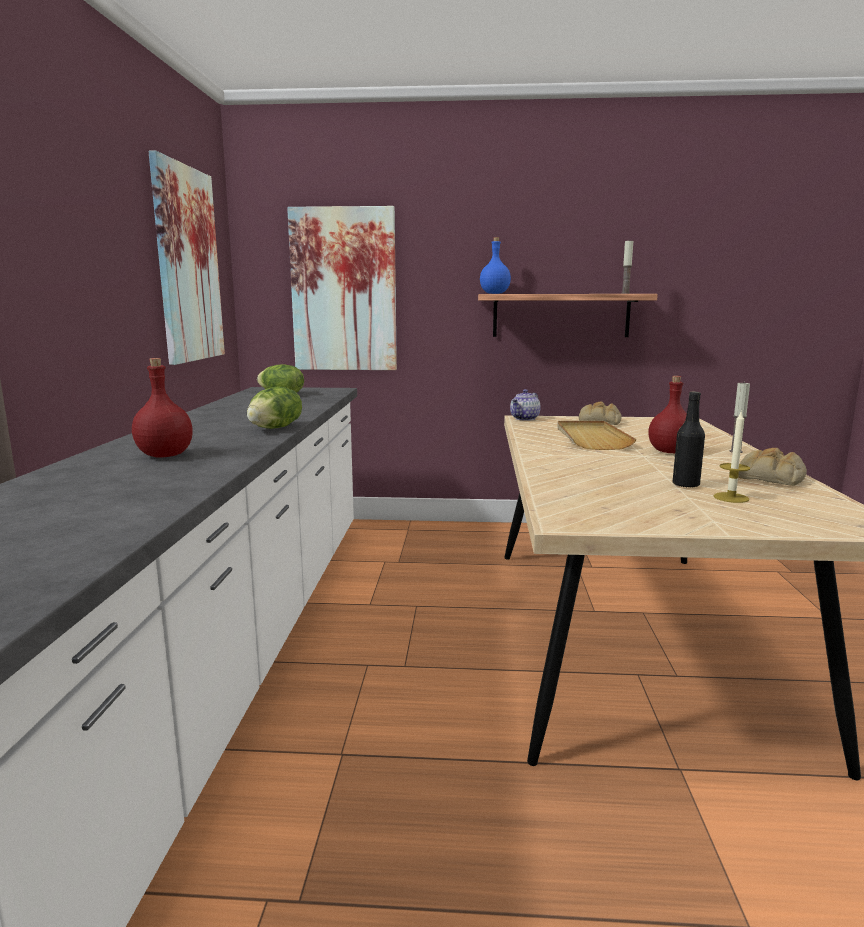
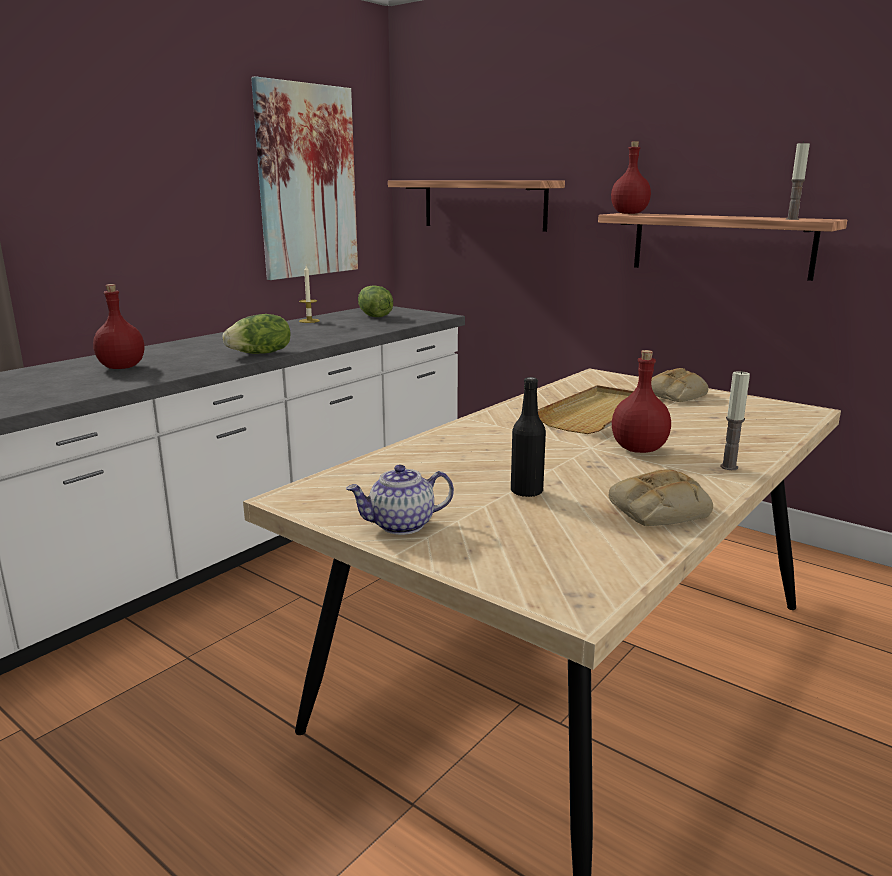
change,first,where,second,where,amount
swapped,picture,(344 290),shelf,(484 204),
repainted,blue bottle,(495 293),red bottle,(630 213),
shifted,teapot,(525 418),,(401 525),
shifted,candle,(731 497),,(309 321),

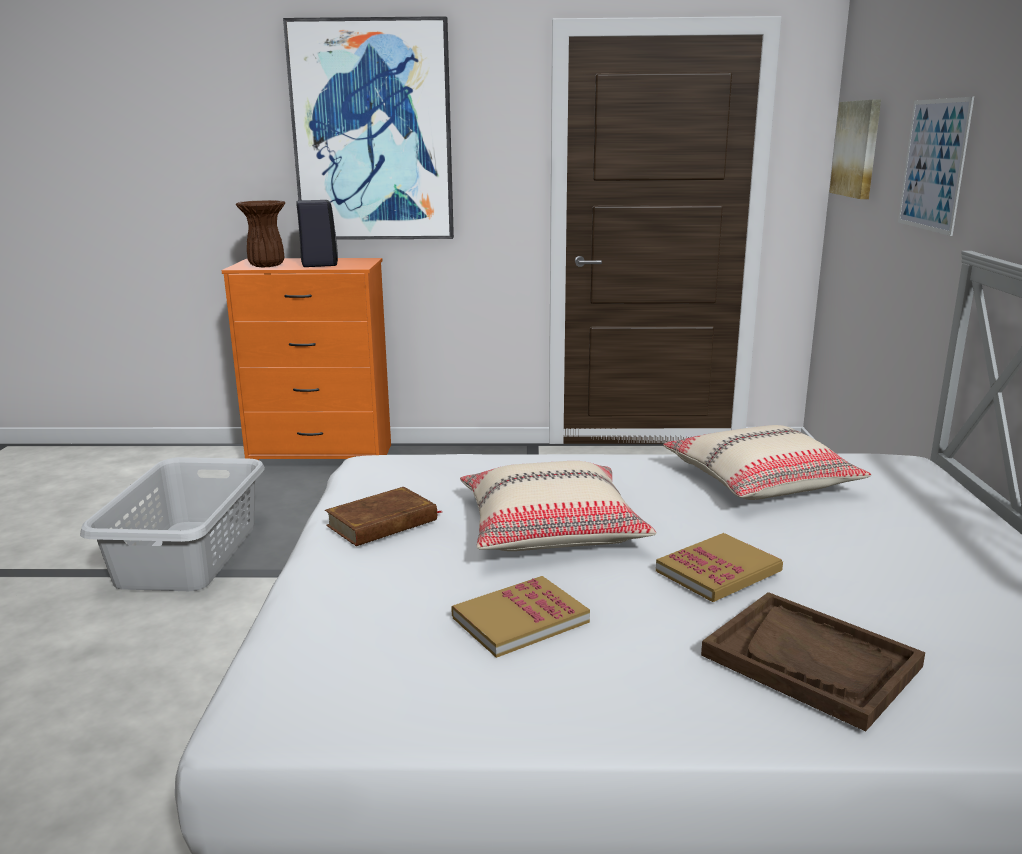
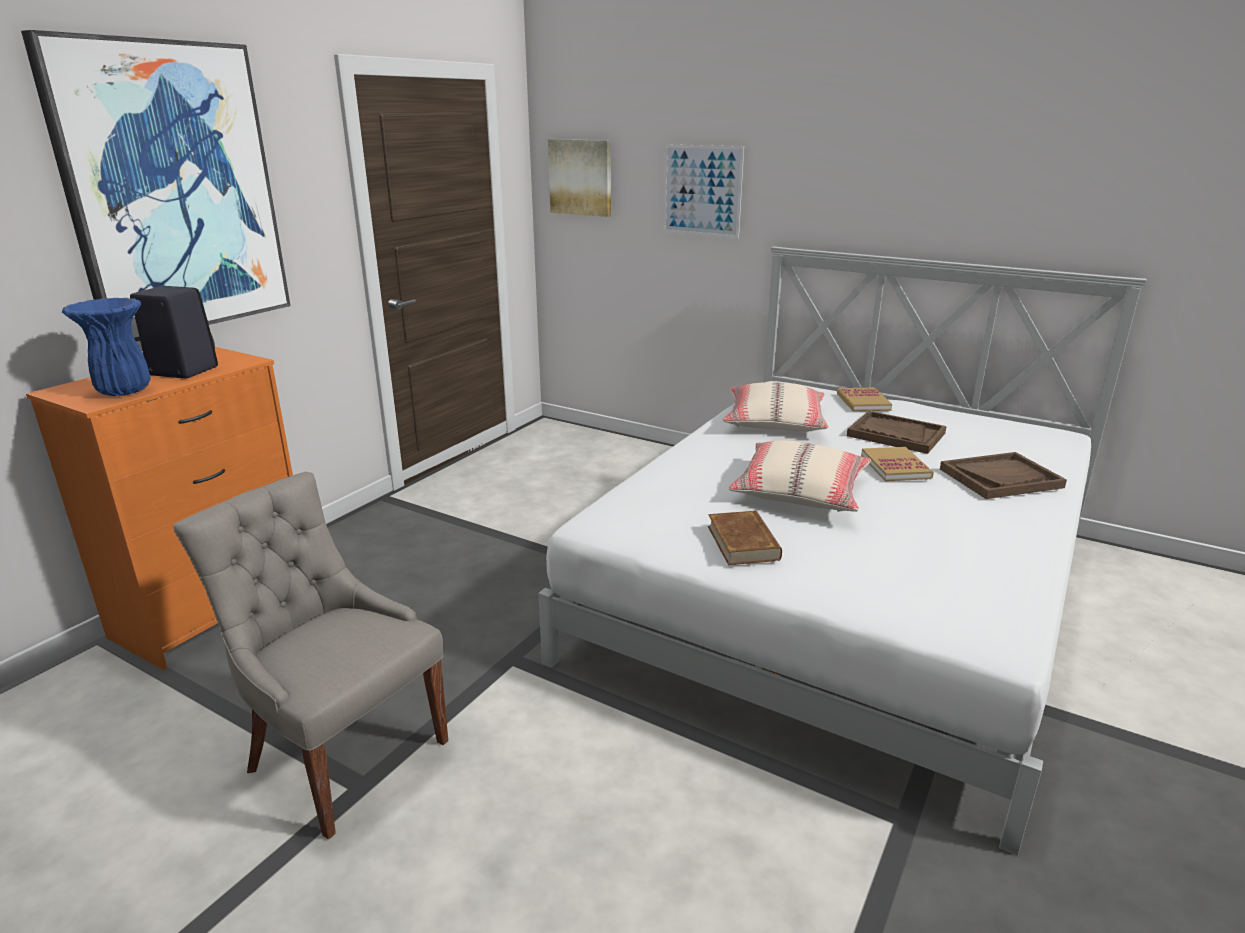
change,first,where,second,where,amount
repainted,brown vase,(267 266),blue vase,(126 391),
swapped,grey laundry basket,(190 554),grey chair,(343 755),
shifted,book,(520 620),,(863 402),
new,,,brown tray,(895 434),

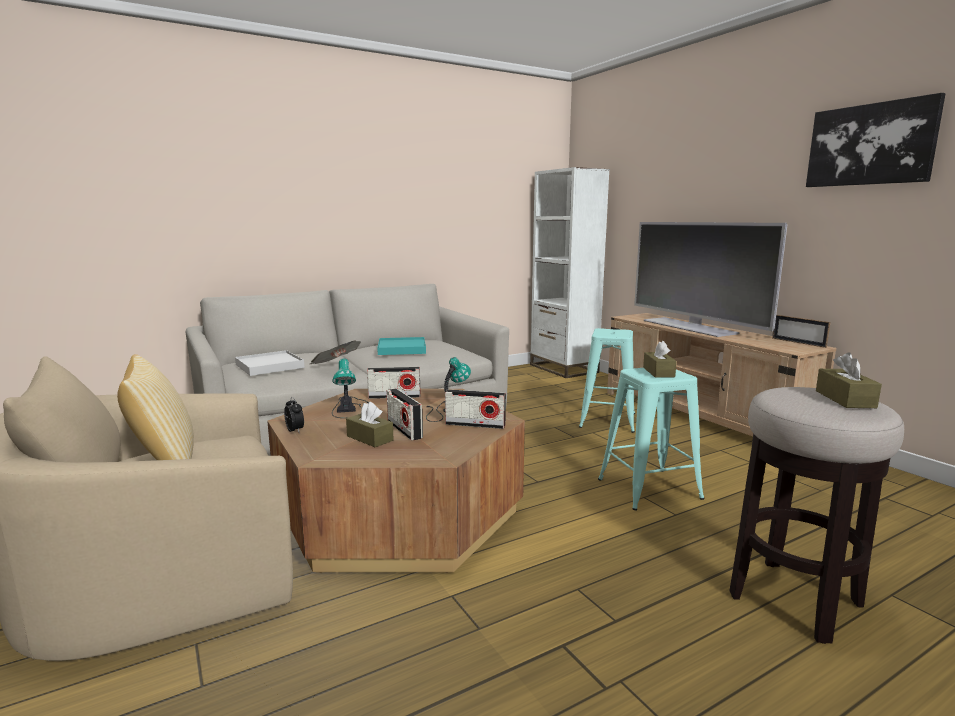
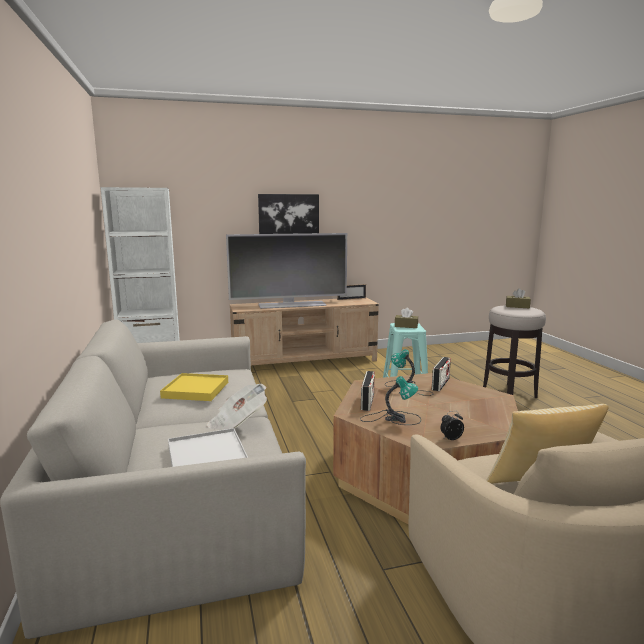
change,first,where,second,where,amount
shifted,picture,(870 144),,(288 215),
gone,turquoise stool,(607 420),,,
repainted,turquoise tray,(401 349),yellow tray,(196 390),
gone,radio,(404 430),,,
gone,brown tissue box,(370 438),,,

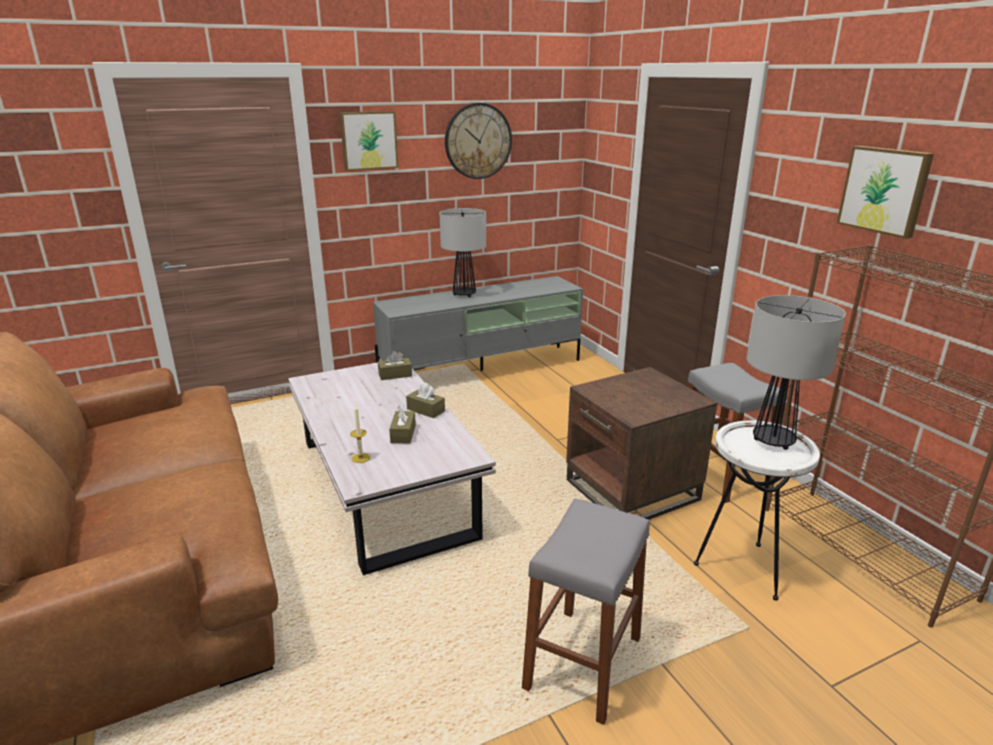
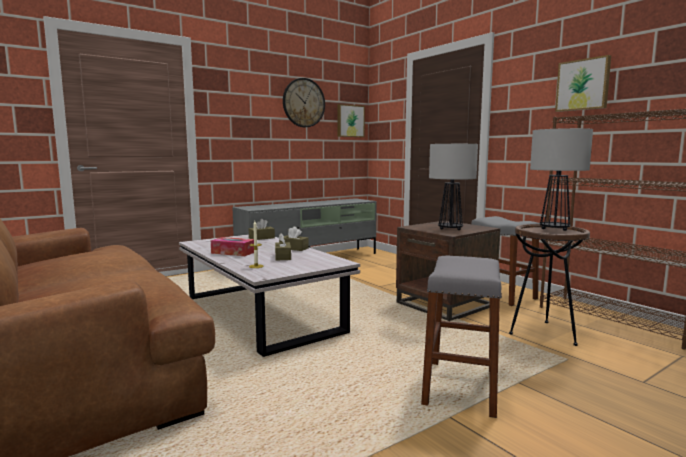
change,first,where,second,where,amount
shifted,picture,(368 140),,(350 121),
shifted,table lamp,(464 294),,(450 229),
repainted,white side table,(743 568),brown side table,(543 333),
new,,,tissue box,(233 252),

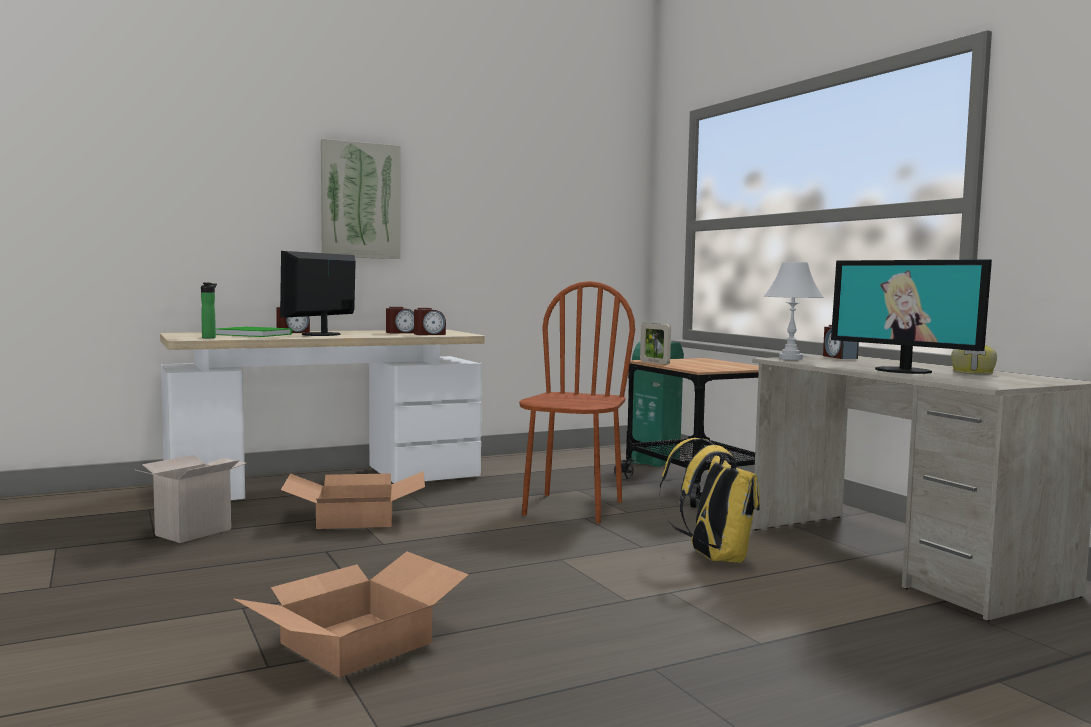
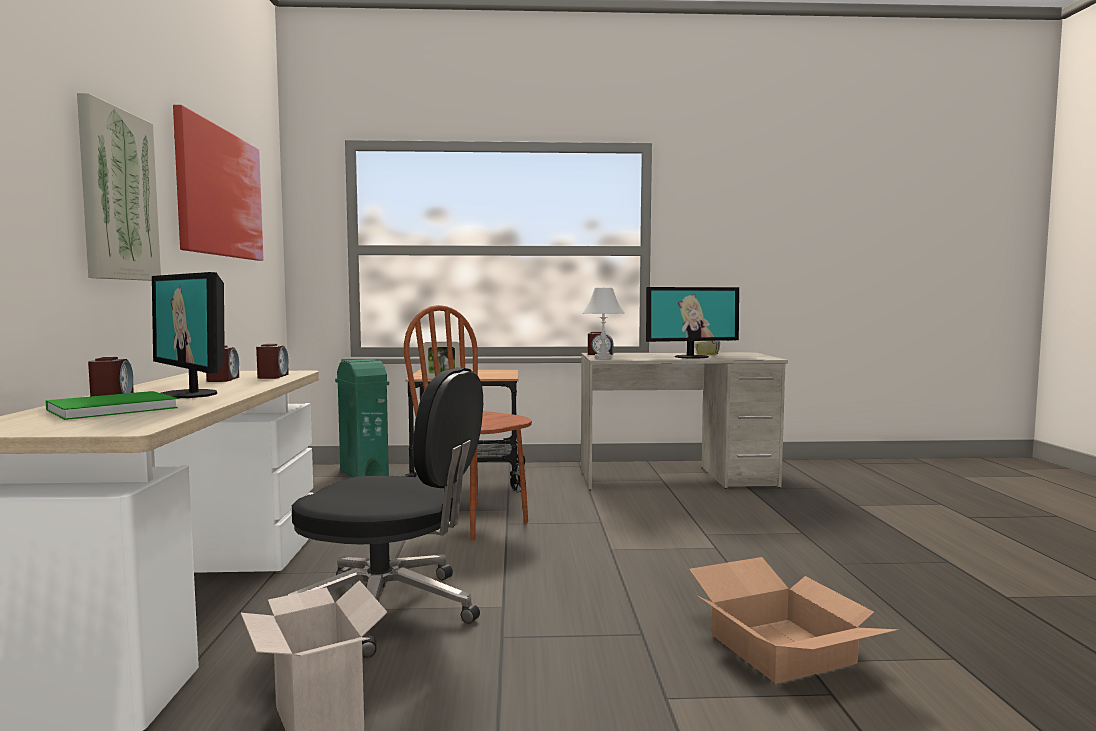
change,first,where,second,where,amount
gone,bottle,(209 337),,,
gone,yellow backpack,(712 557),,,
swapped,cardboard box,(354 518),black office chair,(388 609),
new,,,picture,(219 193),

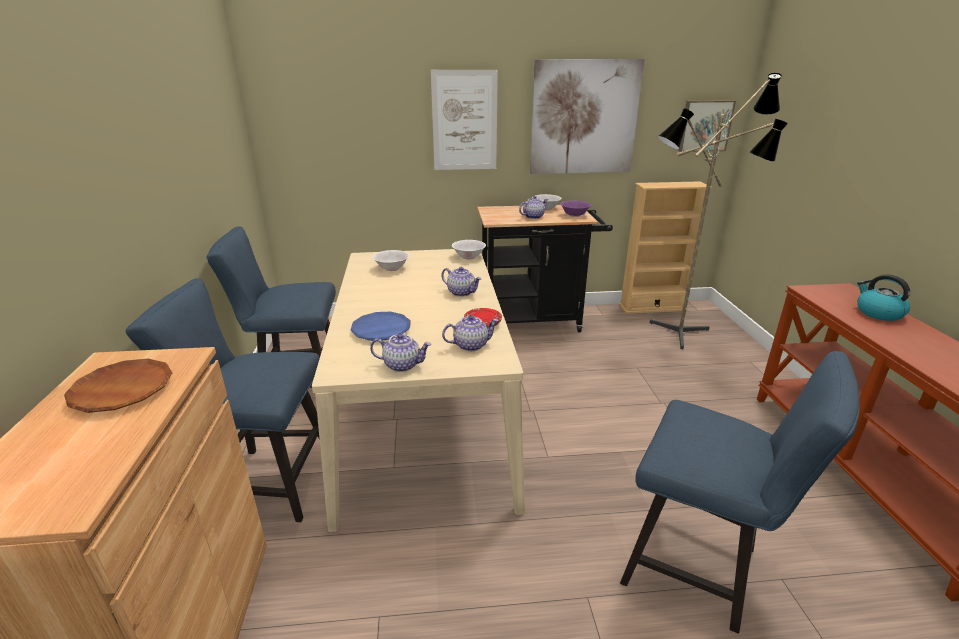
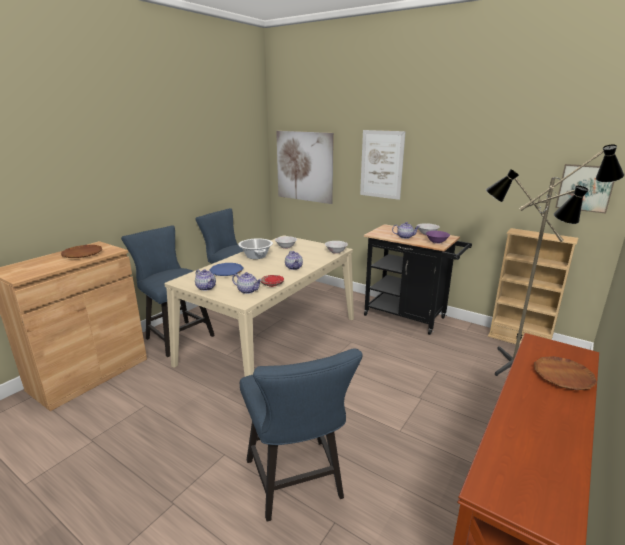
change,first,where,second,where,amount
shifted,picture,(584 118),,(304 166),
swapped,kettle,(878 313),brown plate,(563 376),
new,,,cooking pot,(256 256),

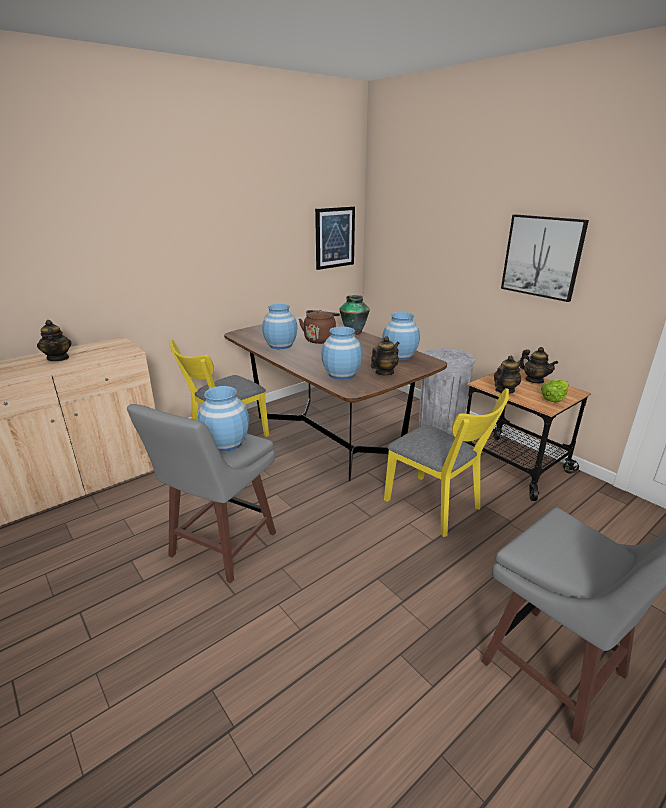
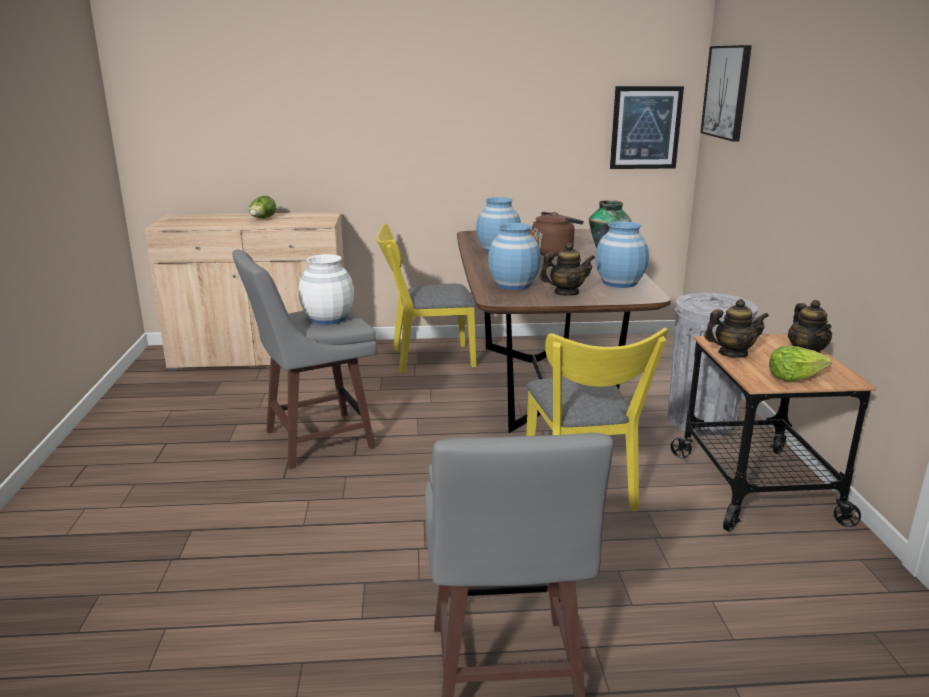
change,first,where,second,where,amount
shifted,picture,(542 257),,(727 92),
swapped,teapot,(58 358),lettuce,(262 219),
repainted,blue vase,(226 443),white vase,(328 319),

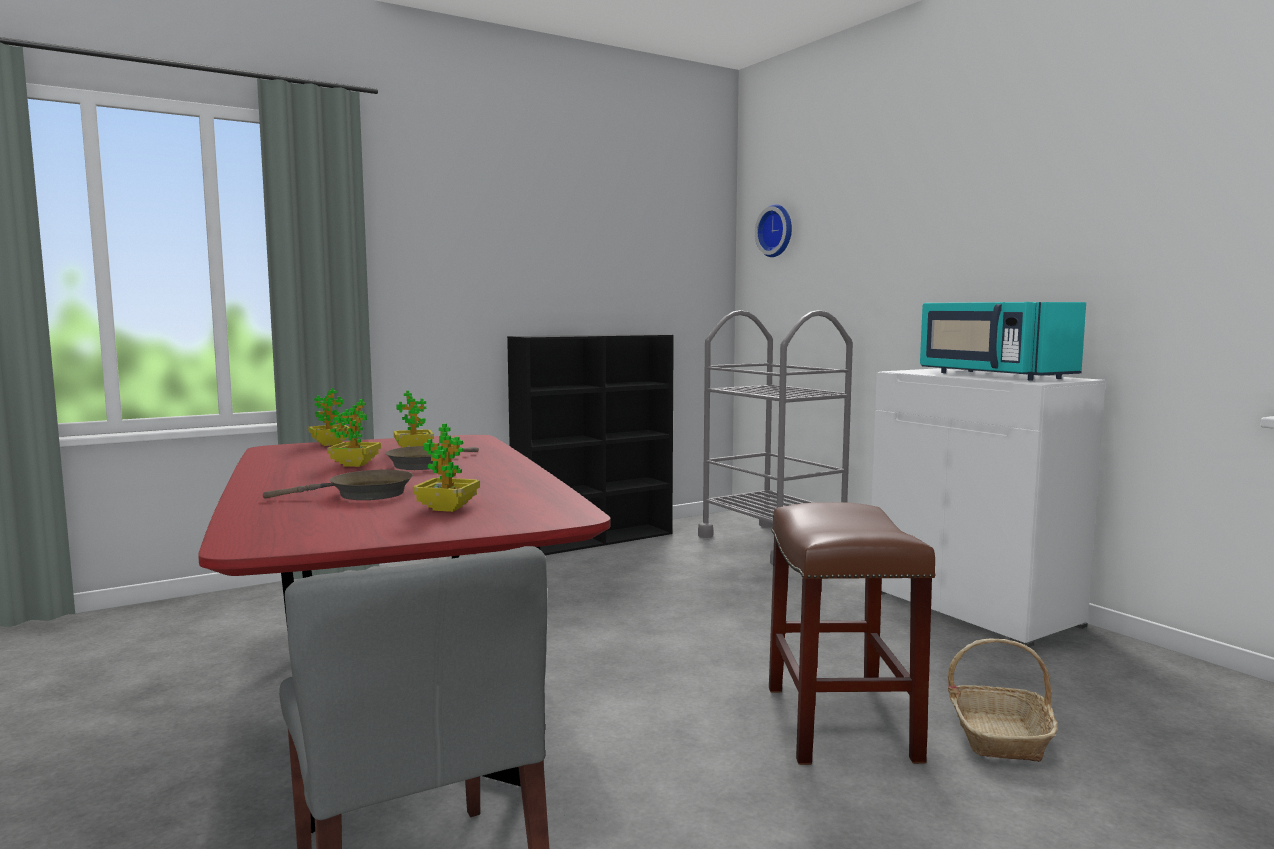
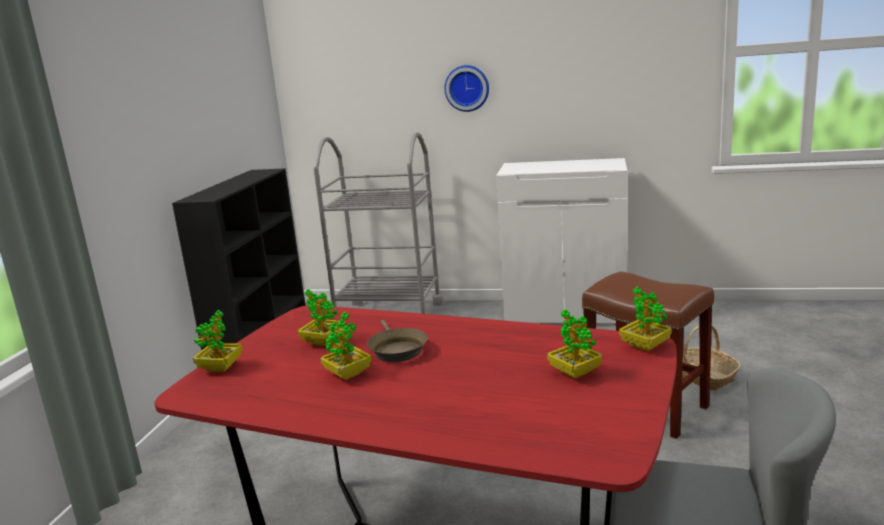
change,first,where,second,where,amount
shifted,wall clock,(777 231),,(467 88),
gone,turquoise microwave,(992 375),,,
gone,brown frying pan,(363 494),,,
new,,,potted plant,(645 346),

